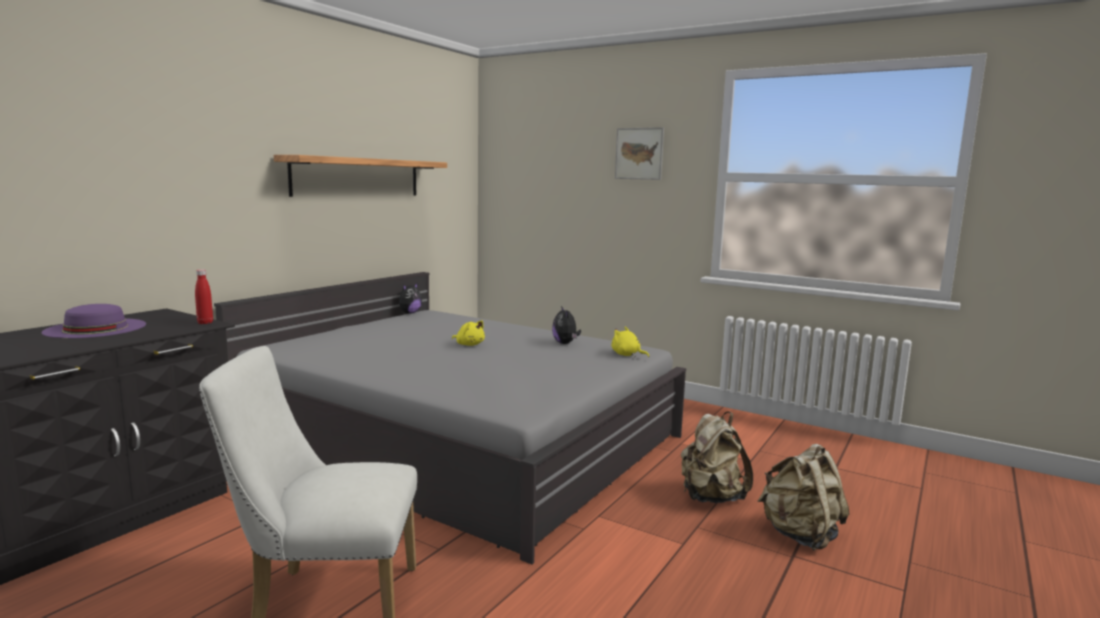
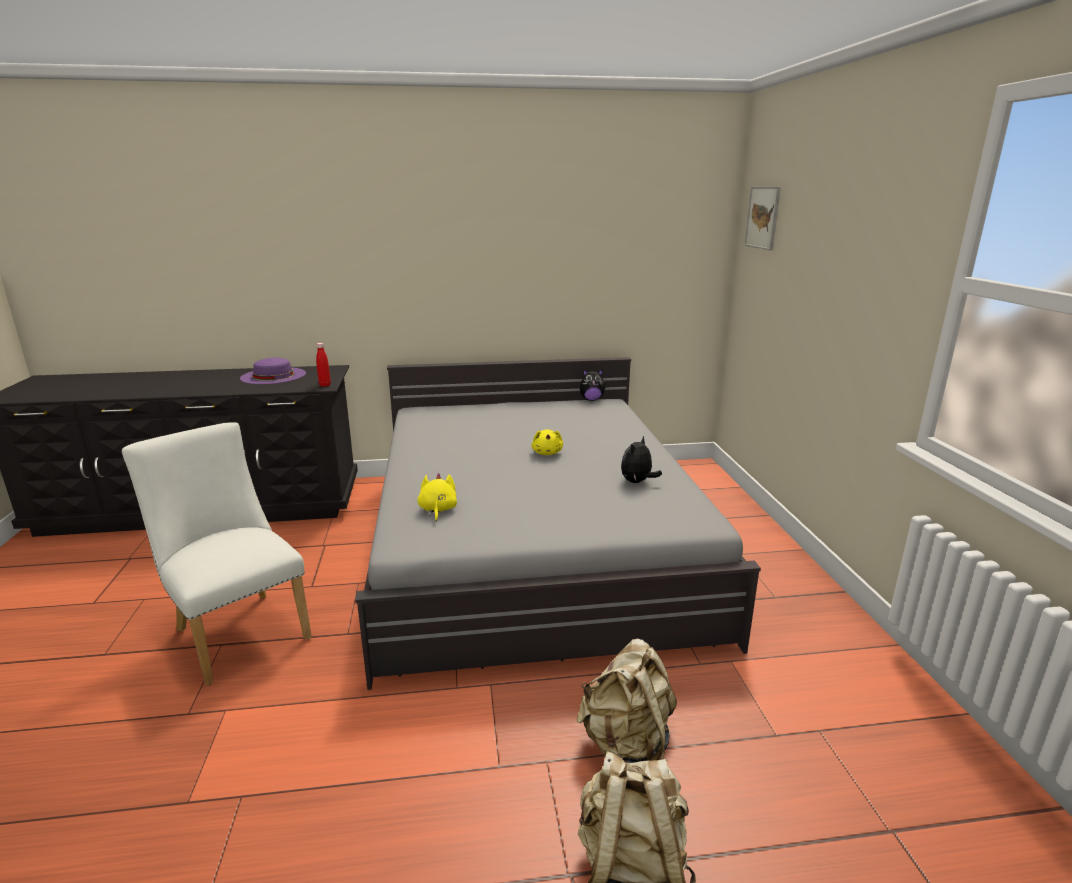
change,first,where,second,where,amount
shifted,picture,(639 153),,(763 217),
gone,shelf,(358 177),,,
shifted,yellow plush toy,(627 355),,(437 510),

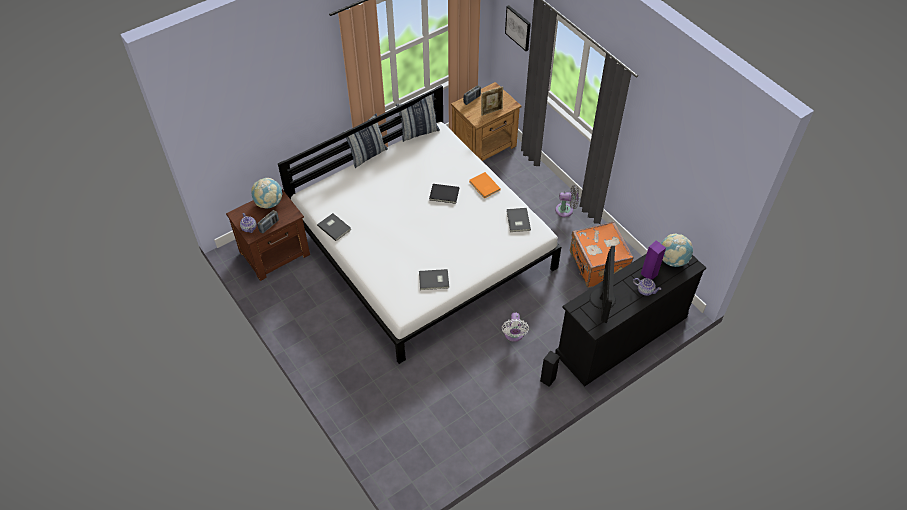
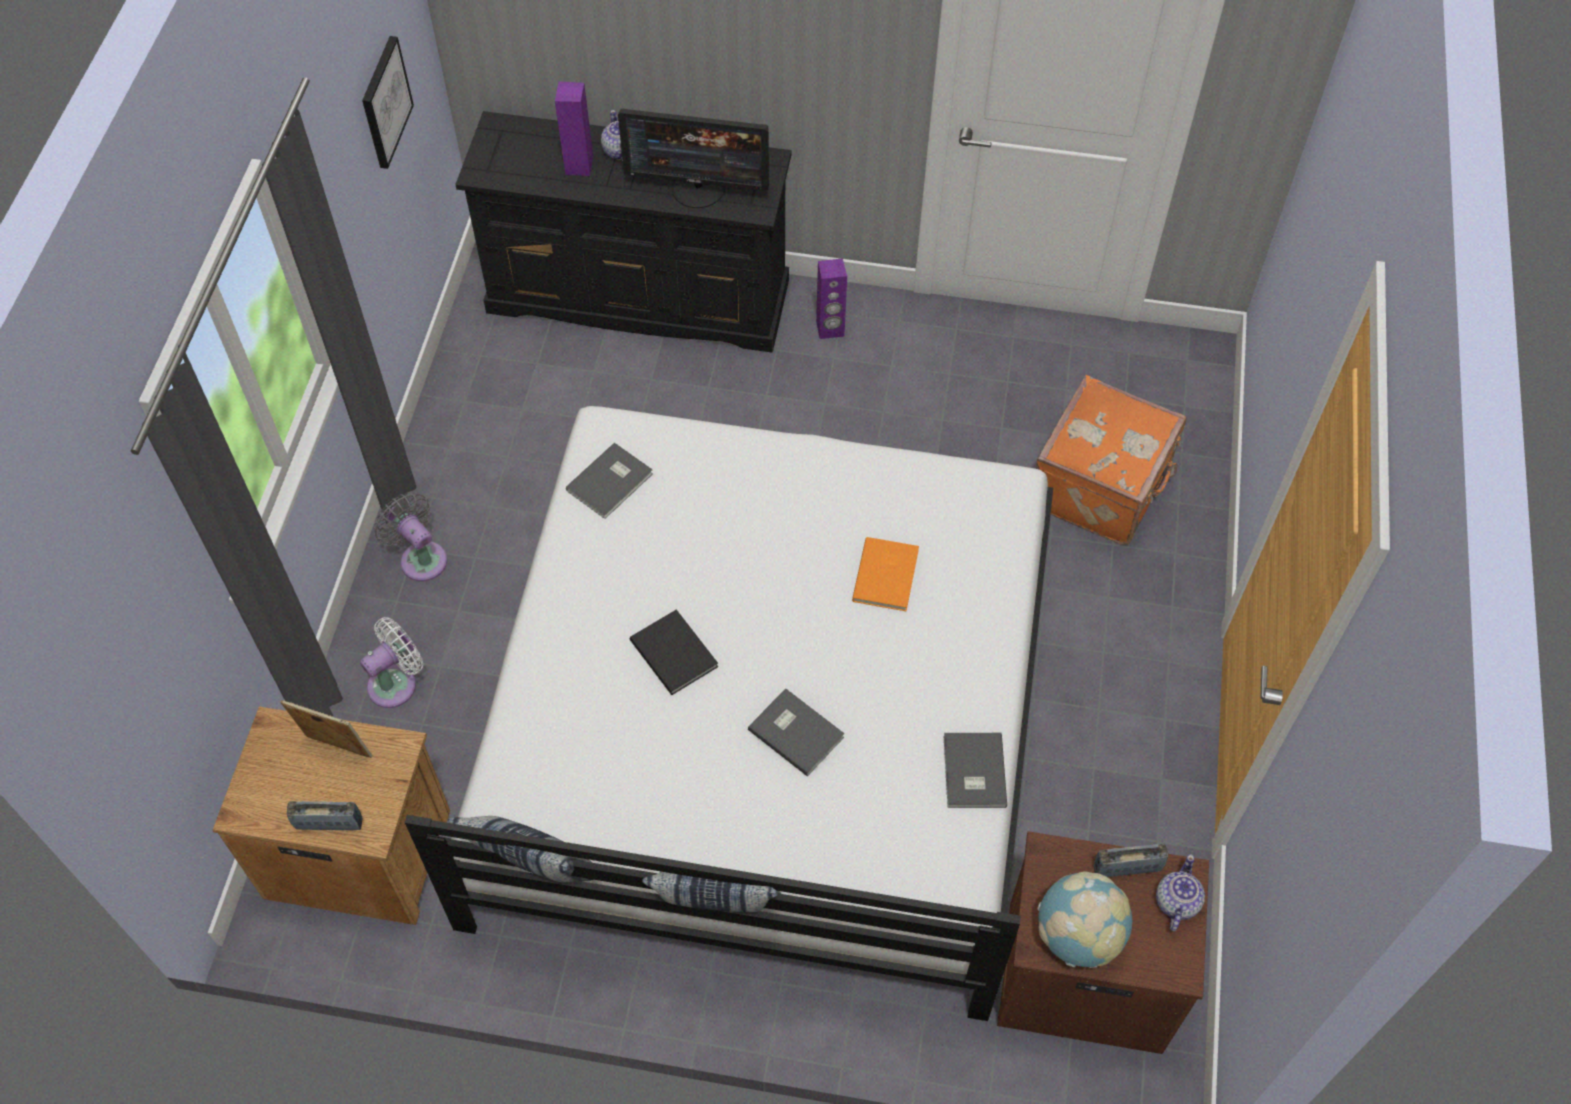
change,first,where,second,where,amount
shifted,picture,(518 27),,(384 102),
shifted,orange book,(484 186),,(888 575),
shifted,orange suitcase,(597 266),,(1102 486),
gone,globe,(672 260),,,
rotated,monitor,(603 298),,(698 188),135 degrees counterclockwise
shifted,grey book,(434 281),,(796 731),
shifted,white fan,(514 335),,(396 683),
repainted,black speaker,(547 379),purple speaker,(830 329),

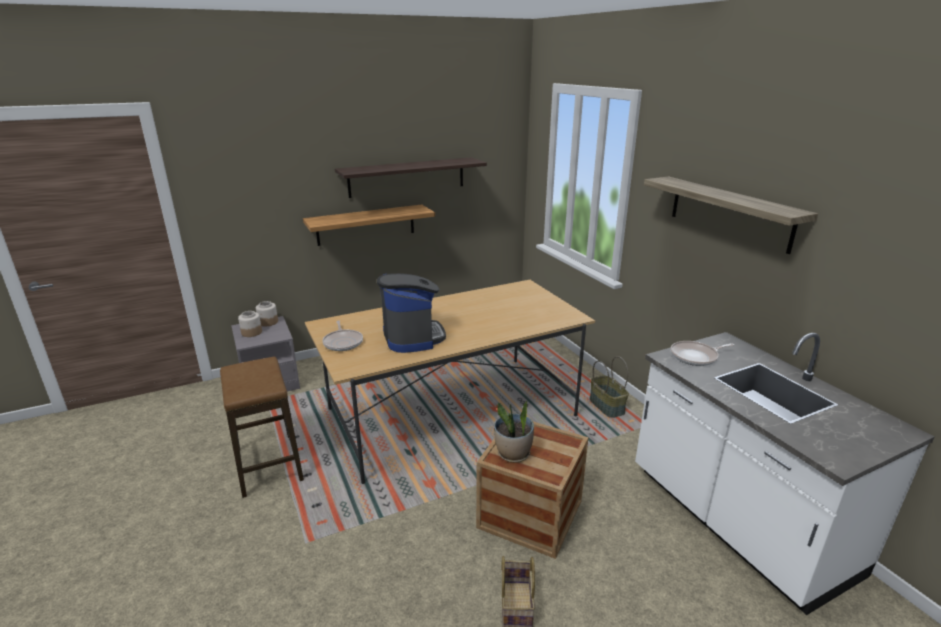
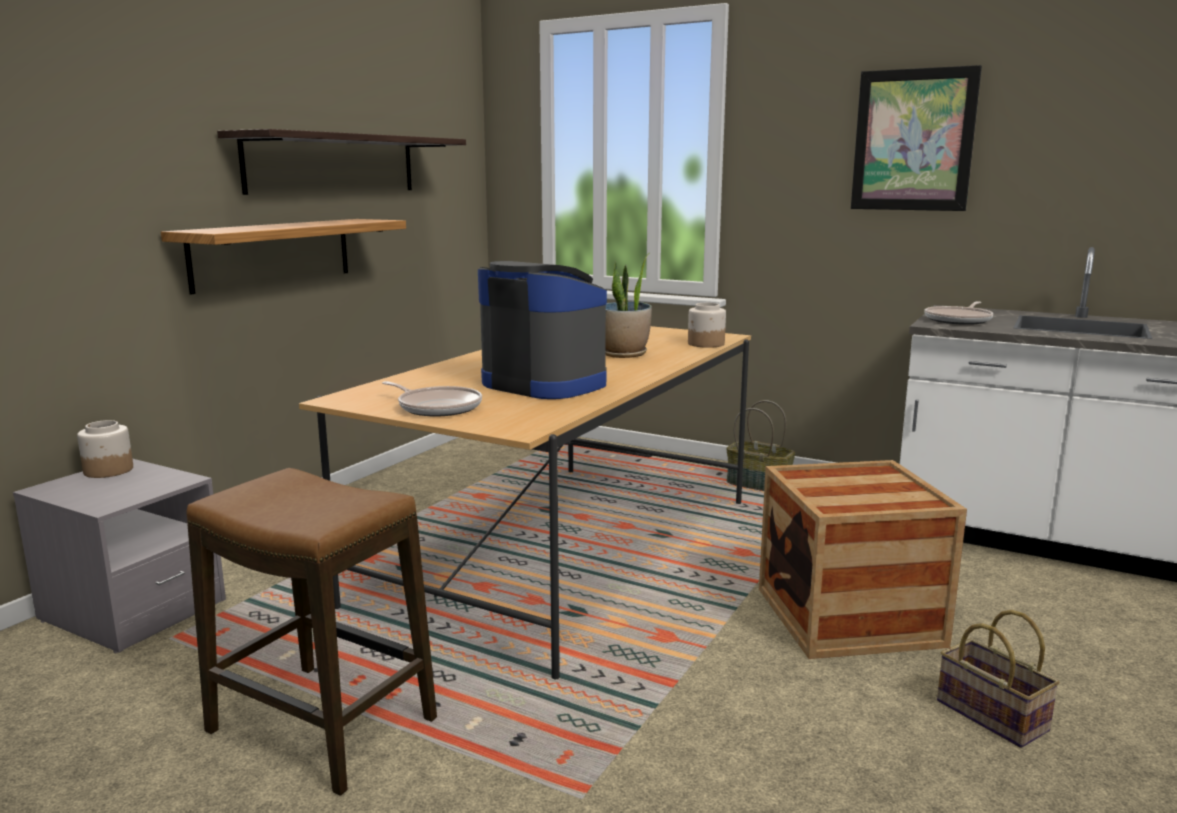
change,first,where,second,where,amount
swapped,shelf,(729 213),picture,(913 140),
shifted,jar,(251 332),,(706 344),
shifted,potted plant,(513 454),,(624 354),

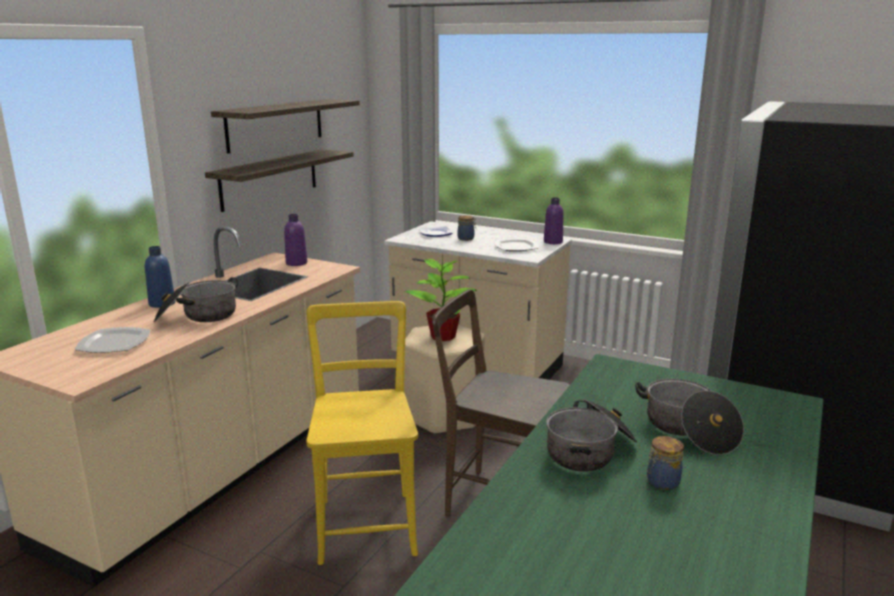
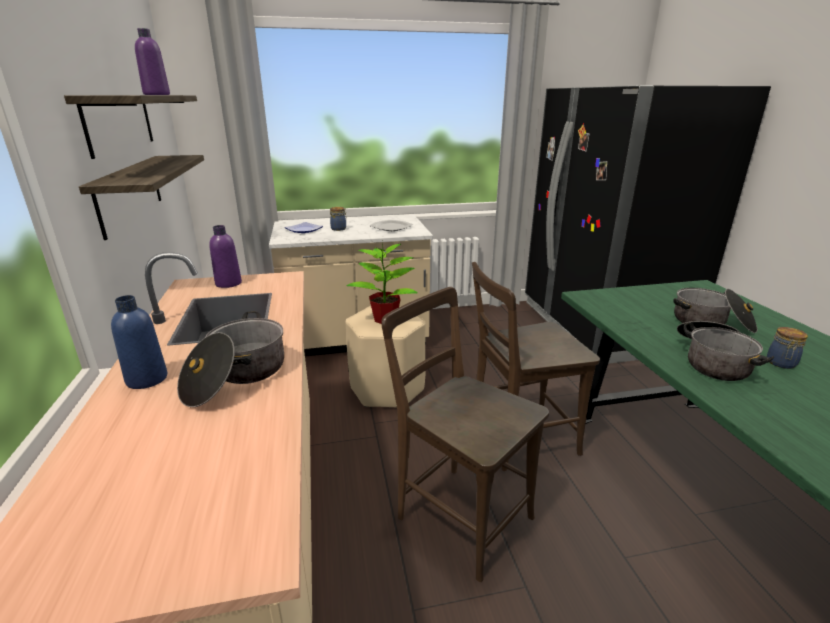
change,first,where,second,where,amount
shifted,purple bottle,(553 242),,(156 94),
repainted,yellow chair,(366 522),brown chair,(459 513),
gone,plate,(115 343),,,

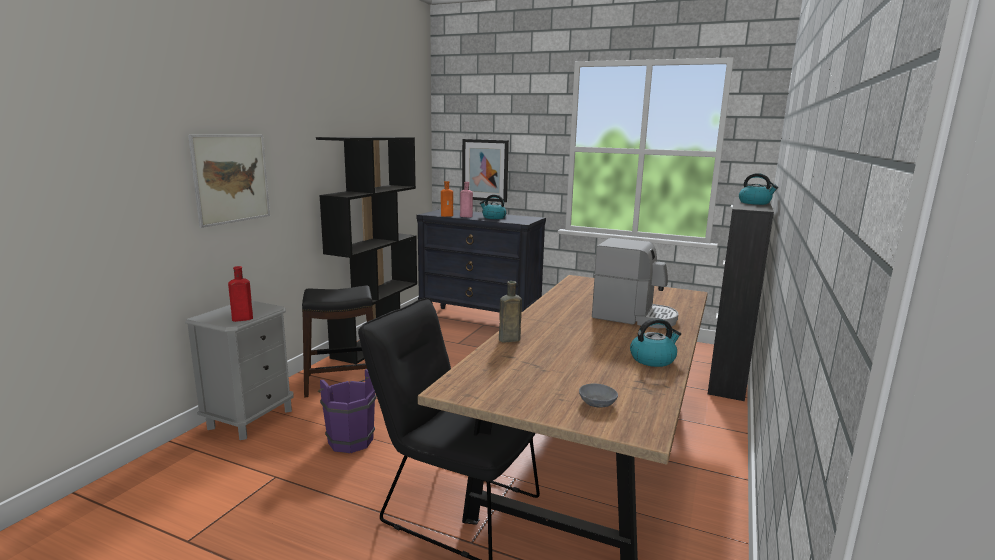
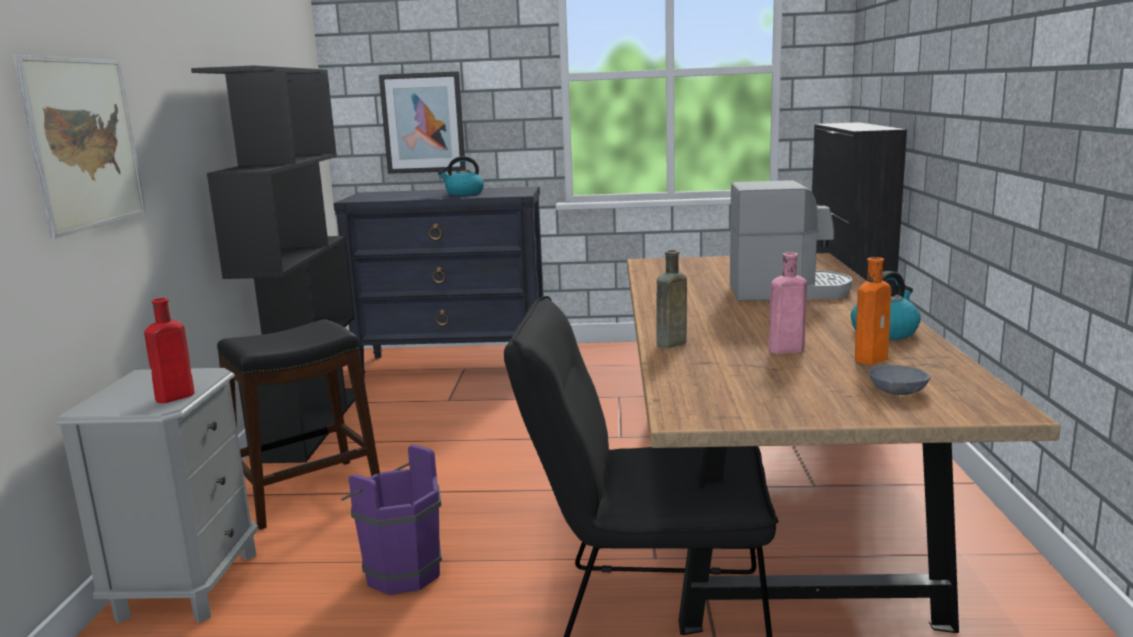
change,first,where,second,where,amount
gone,kettle,(755 203),,,
shifted,orange bottle,(448 216),,(872 358),
shifted,pink bottle,(465 216),,(783 350),

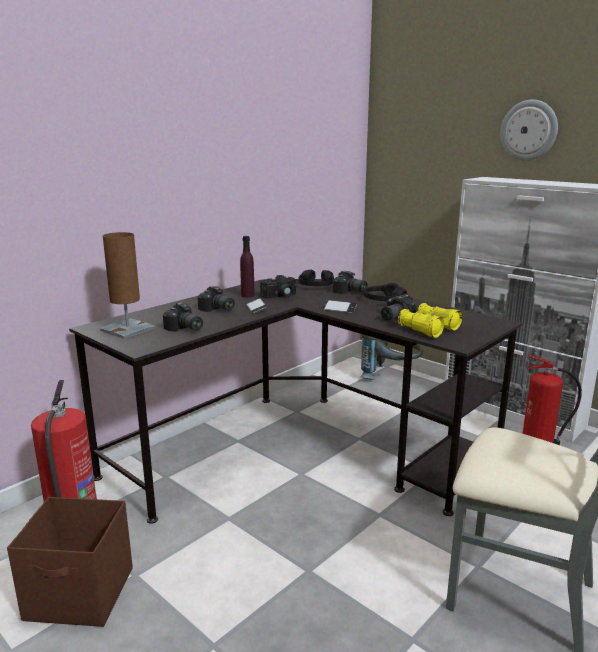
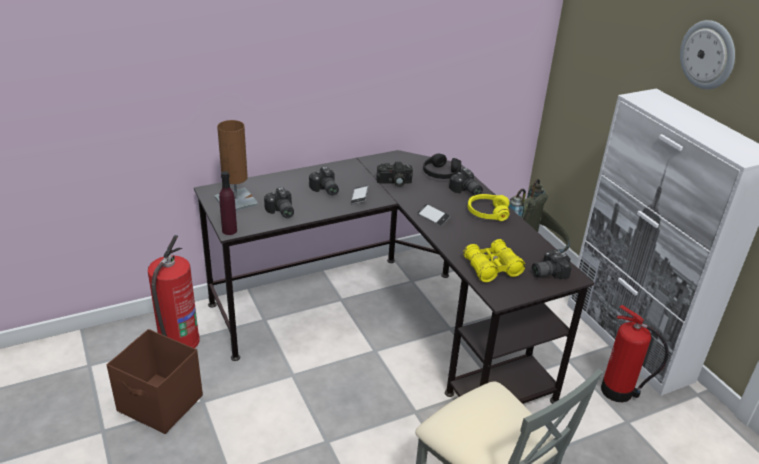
change,first,where,second,where,amount
shifted,purple bottle,(247 295),,(229 230),
repainted,black headphones,(383 300),yellow headphones,(487 212),
shifted,photo camera,(394 317),,(547 272),

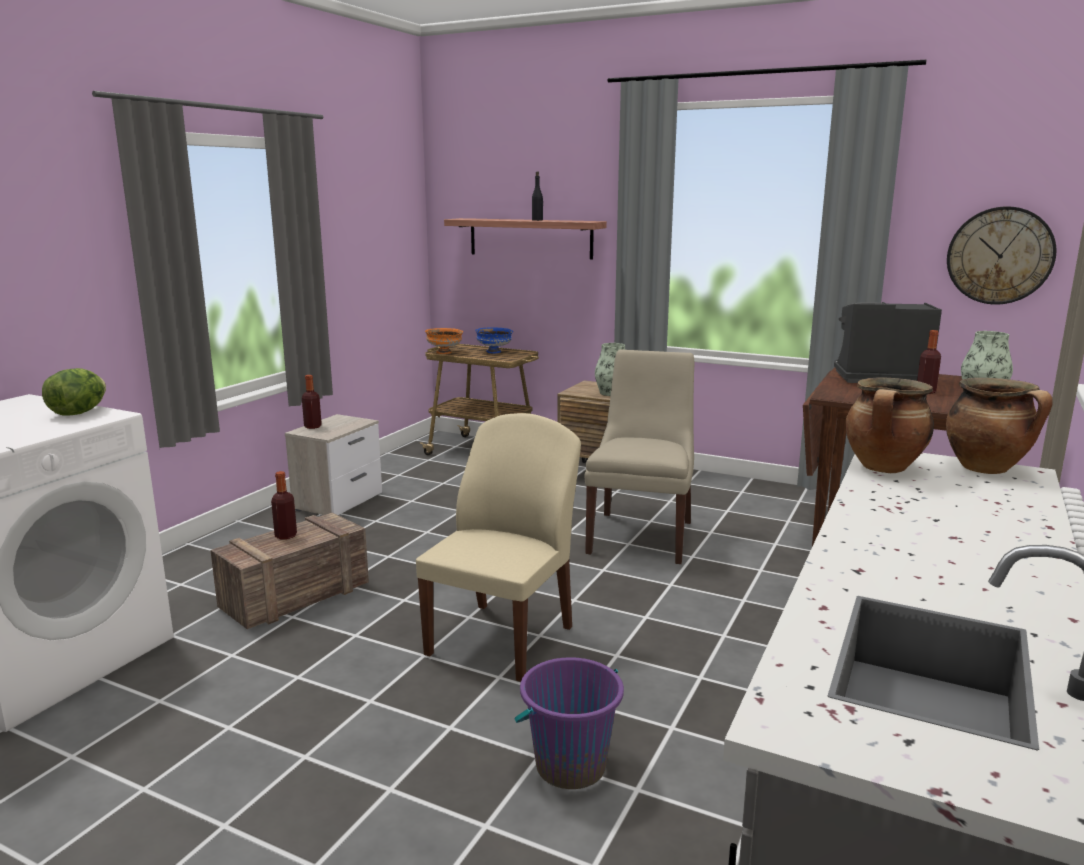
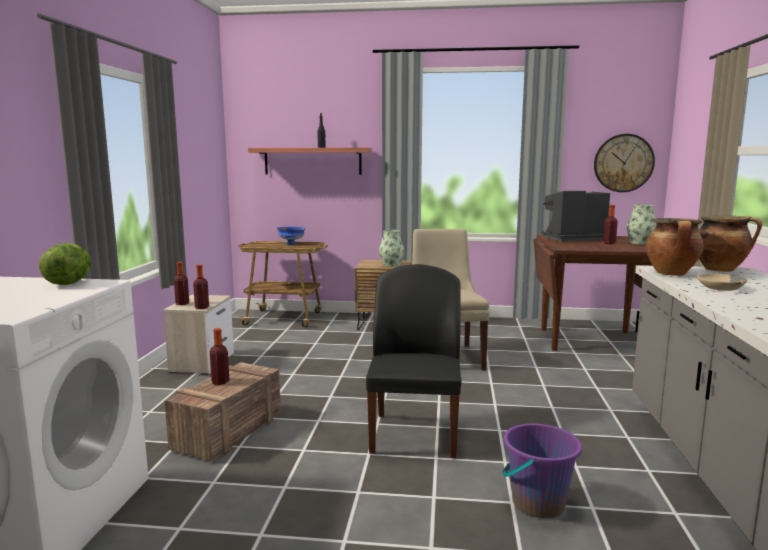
change,first,where,second,where,amount
gone,orange bowl,(444 352),,,
repainted,beige chair,(503 639),black chair,(415 433),
new,,,bottle,(202 307),
new,,,beige bowl,(720 288),

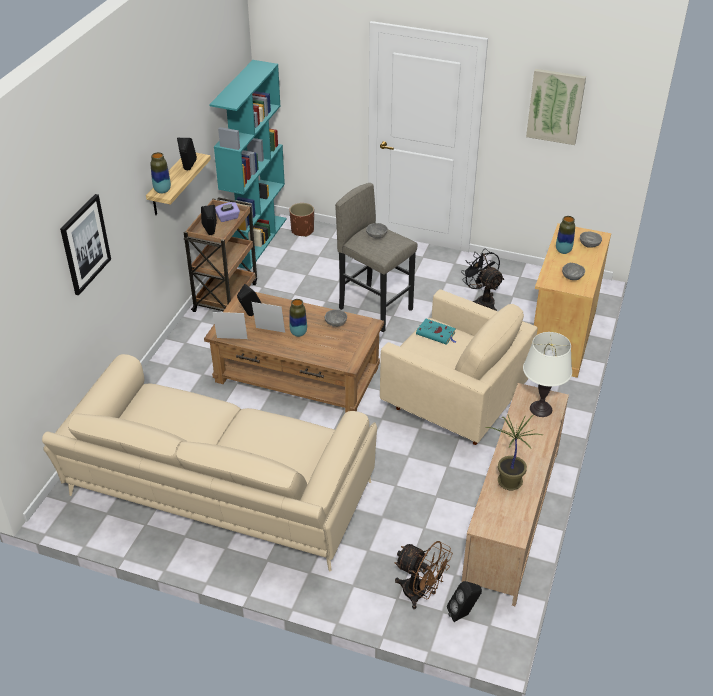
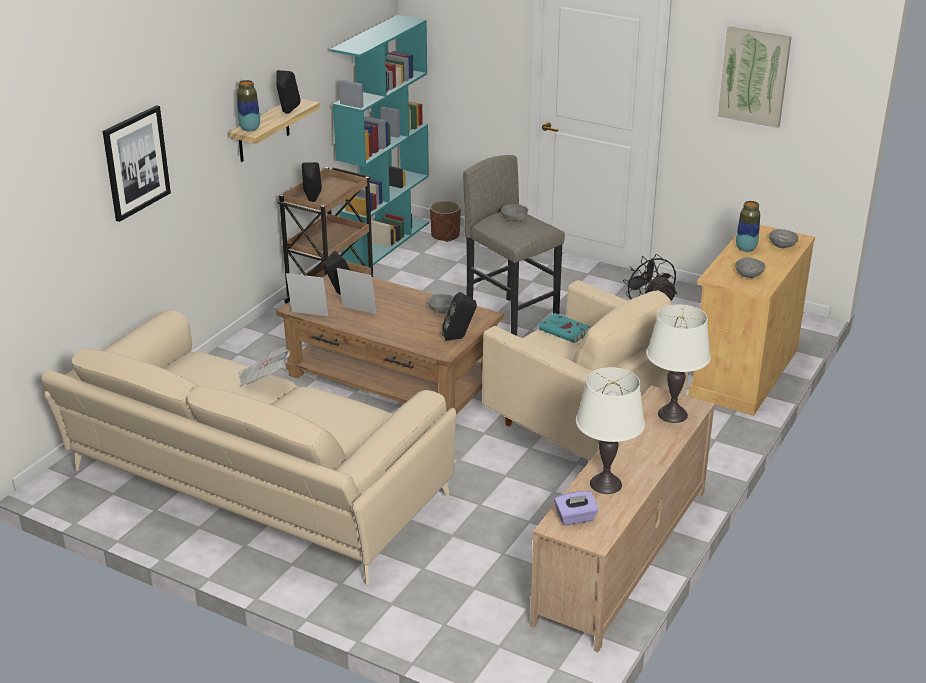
change,first,where,second,where,amount
shifted,purple tissue box,(228 218),,(575 518),
gone,vase,(298 333),,,
swapped,potted plant,(508 481),white table lamp,(605 484),
gone,brown fan,(420 593),,,
shifted,black speaker,(463 614),,(459 338),
new,,,newspaper,(263 379),

